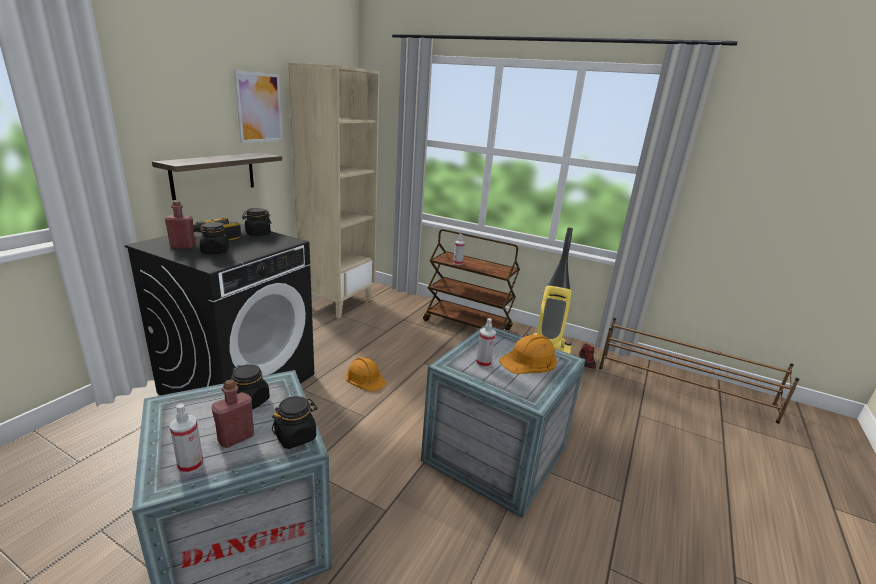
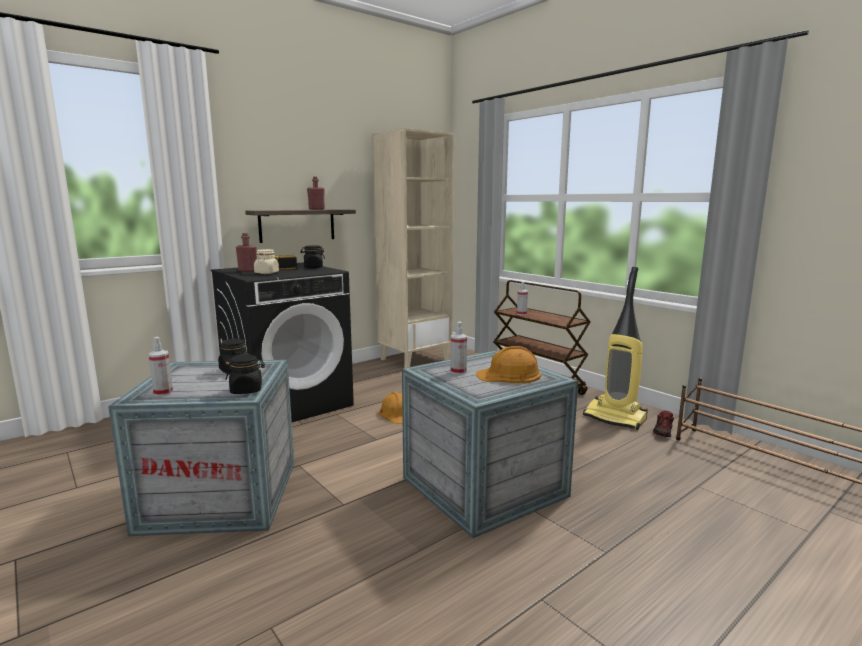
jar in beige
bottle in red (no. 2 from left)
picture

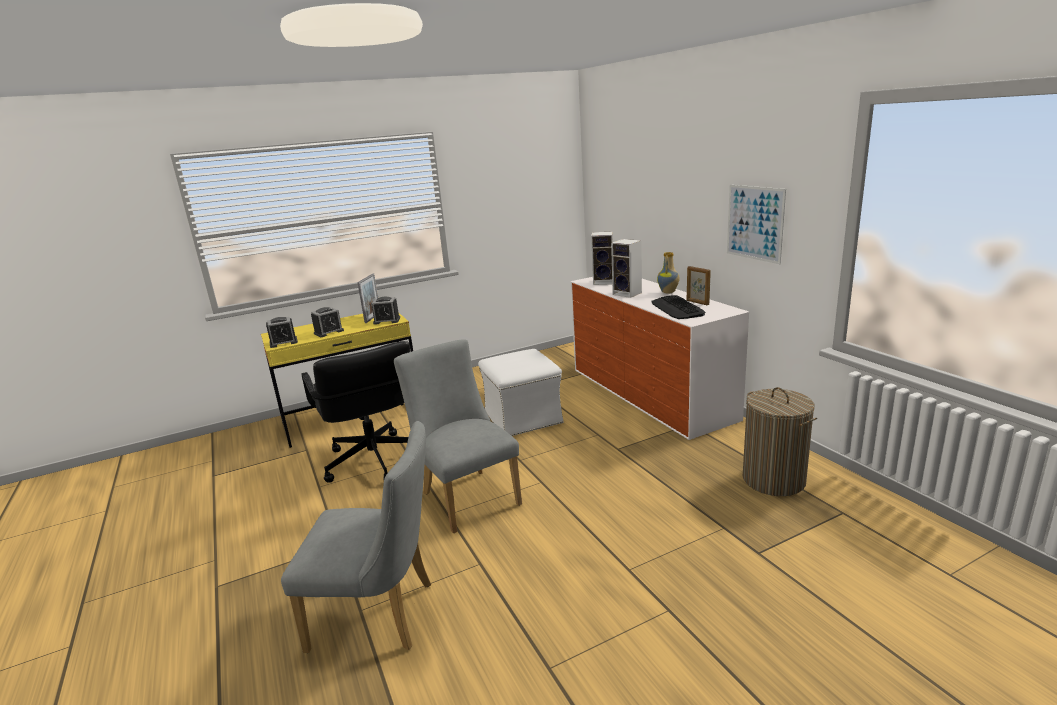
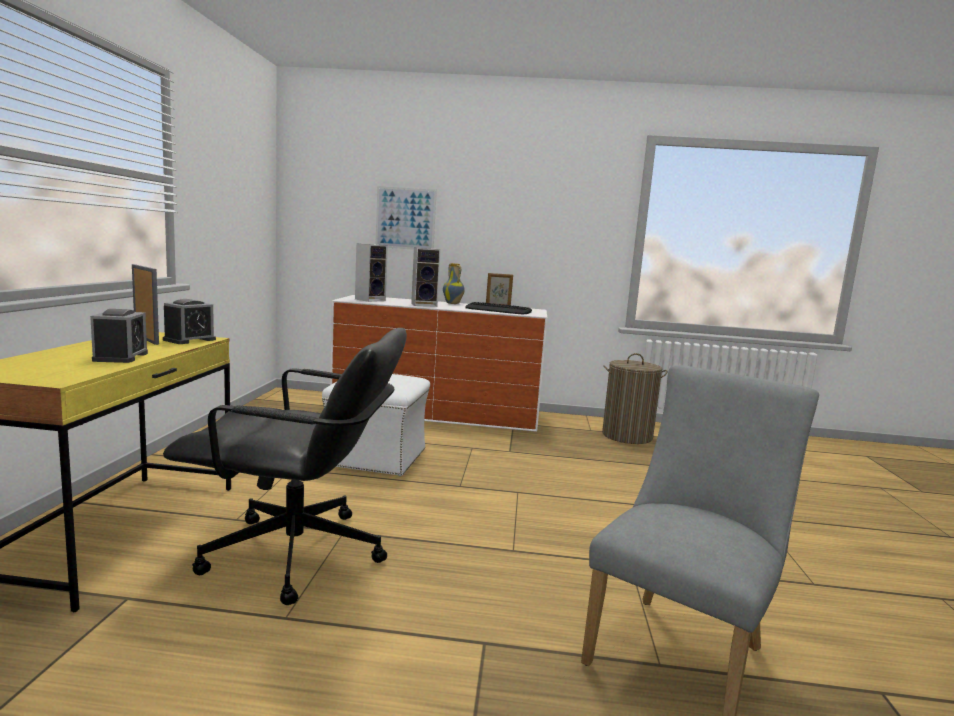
picture
alarm clock (no. 1 from left in the first image)
chair in grey (no. 2 from left in the first image)

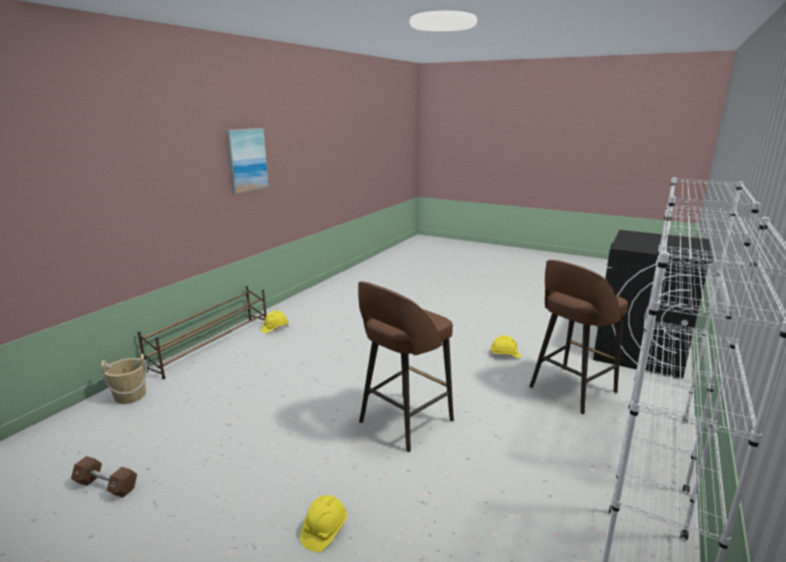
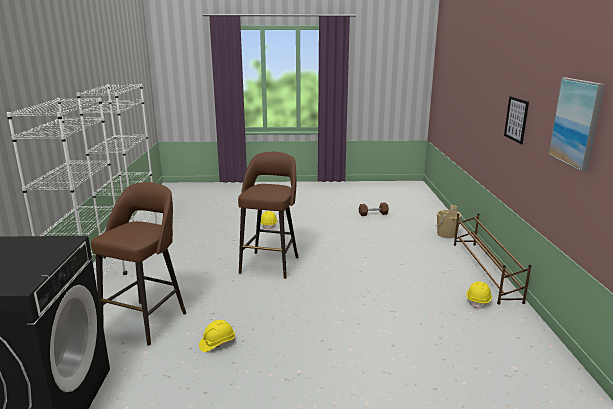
picture (no. 1 from left)

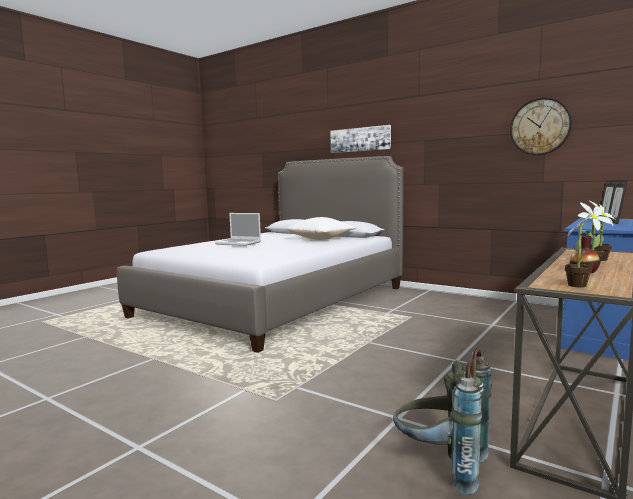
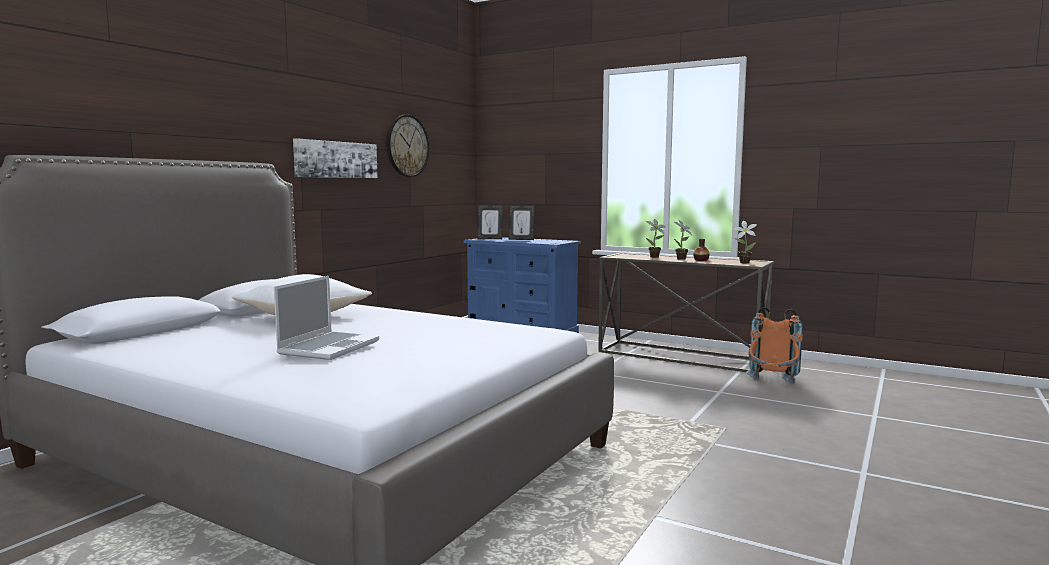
picture
backpack in orange

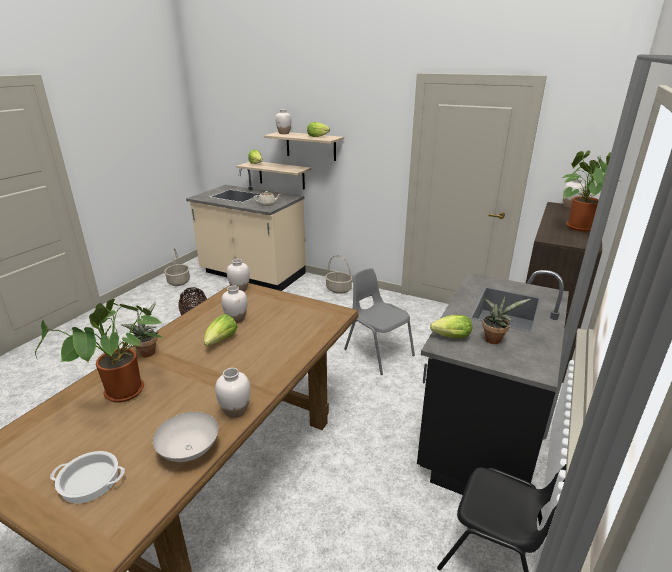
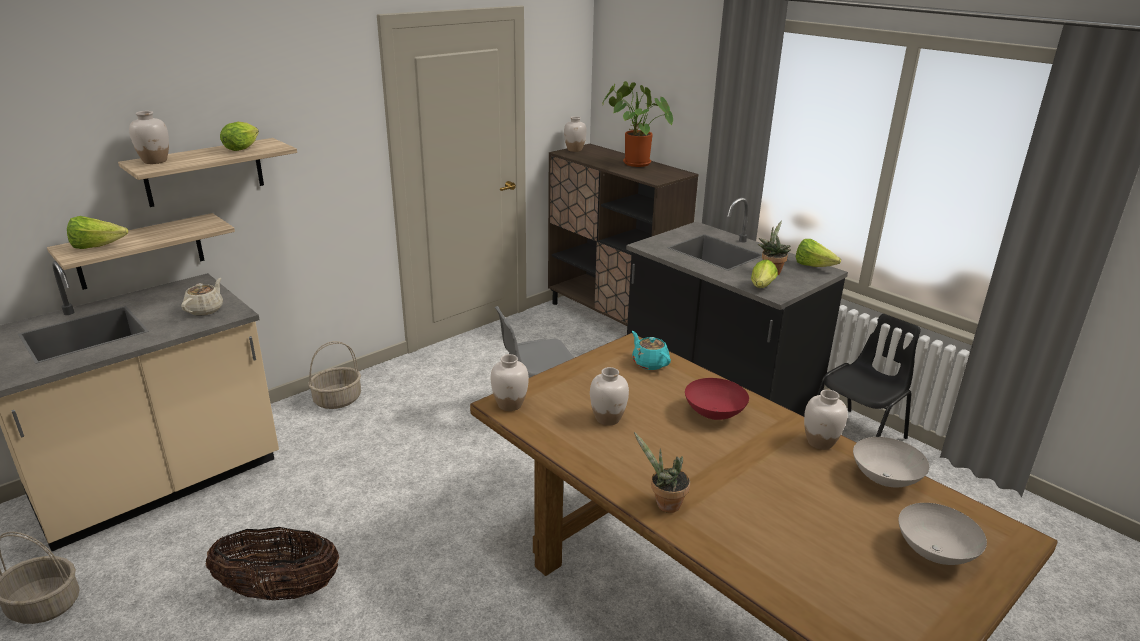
teapot in turquoise
bowl in red
lettuce (no. 4 from left)
bowl in white (no. 2 from left)
potted plant (no. 1 from left in the first image)

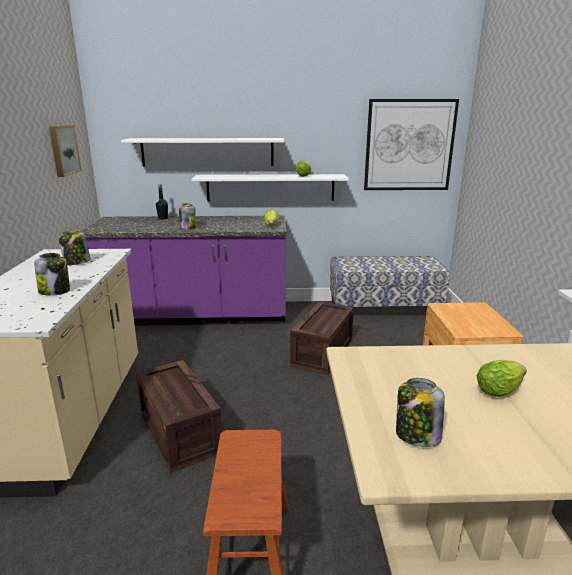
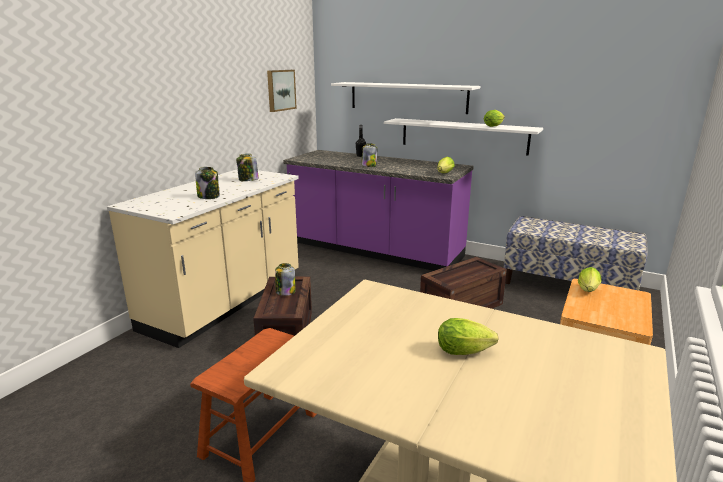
jar (no. 3 from left)
lettuce (no. 4 from left)
picture (no. 2 from left in the first image)

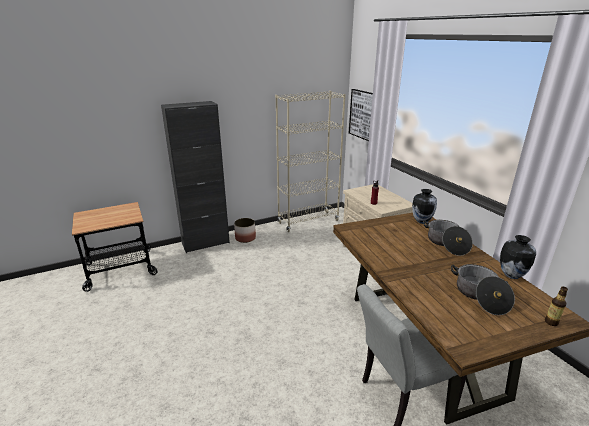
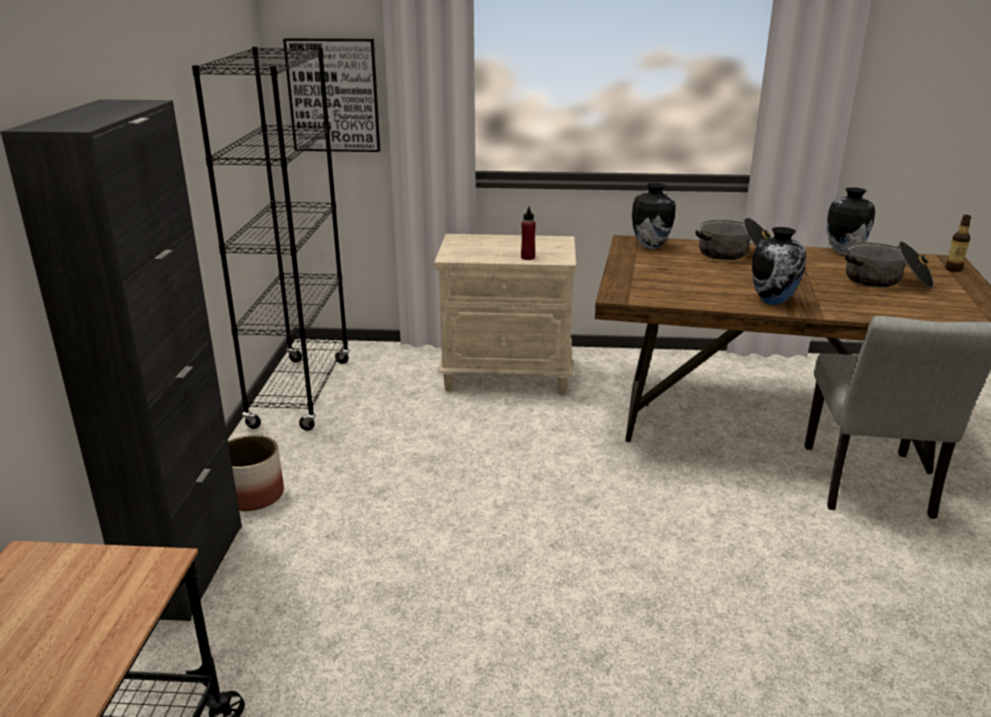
bookcase in black
vase (no. 2 from left)

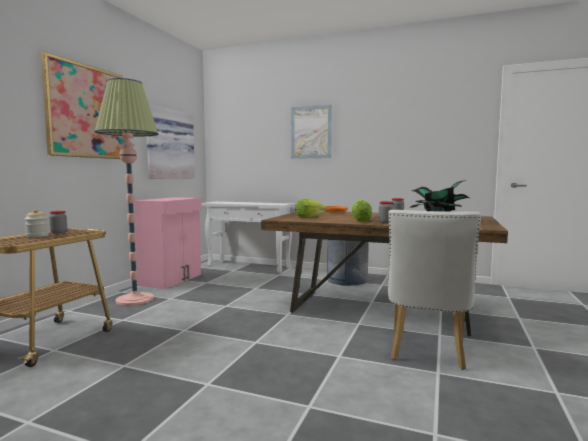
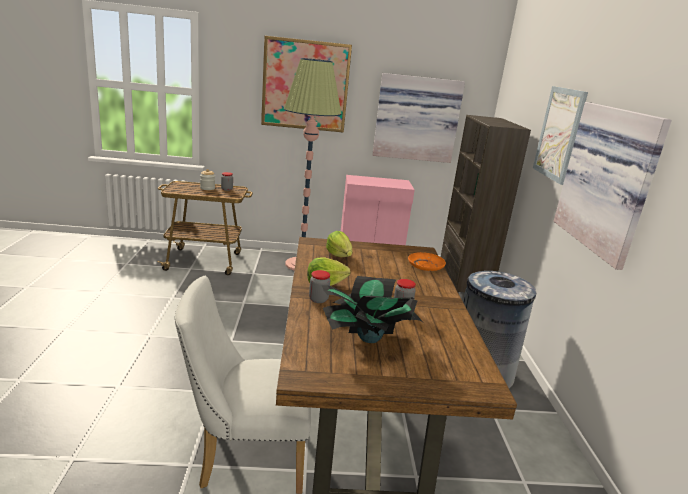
bookcase in brown
picture (no. 4 from left)

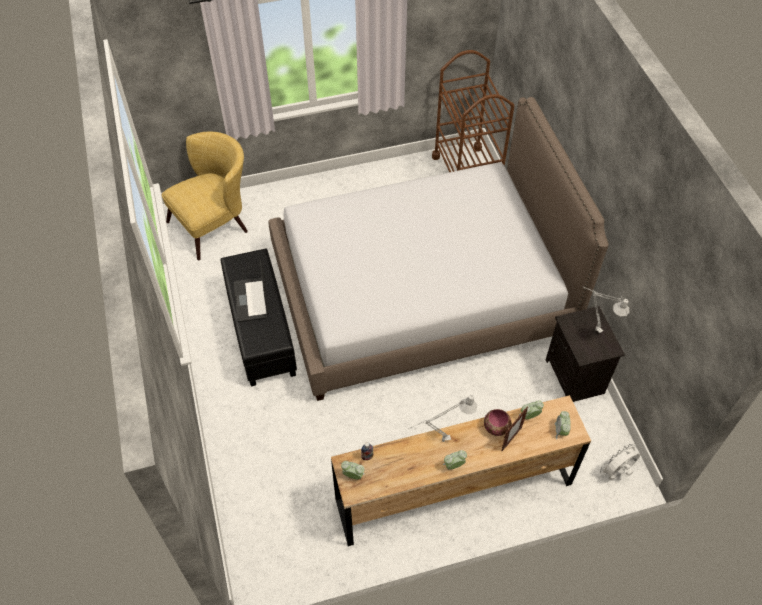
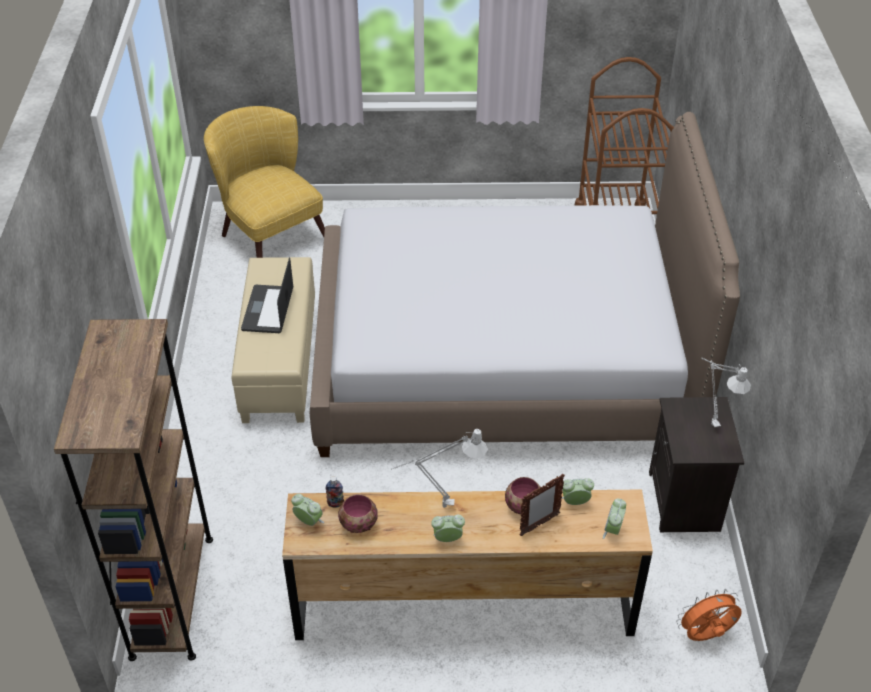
bookcase in brown
armchair in yellow
ottoman in beige
bowl (no. 1 from left)
fan in orange

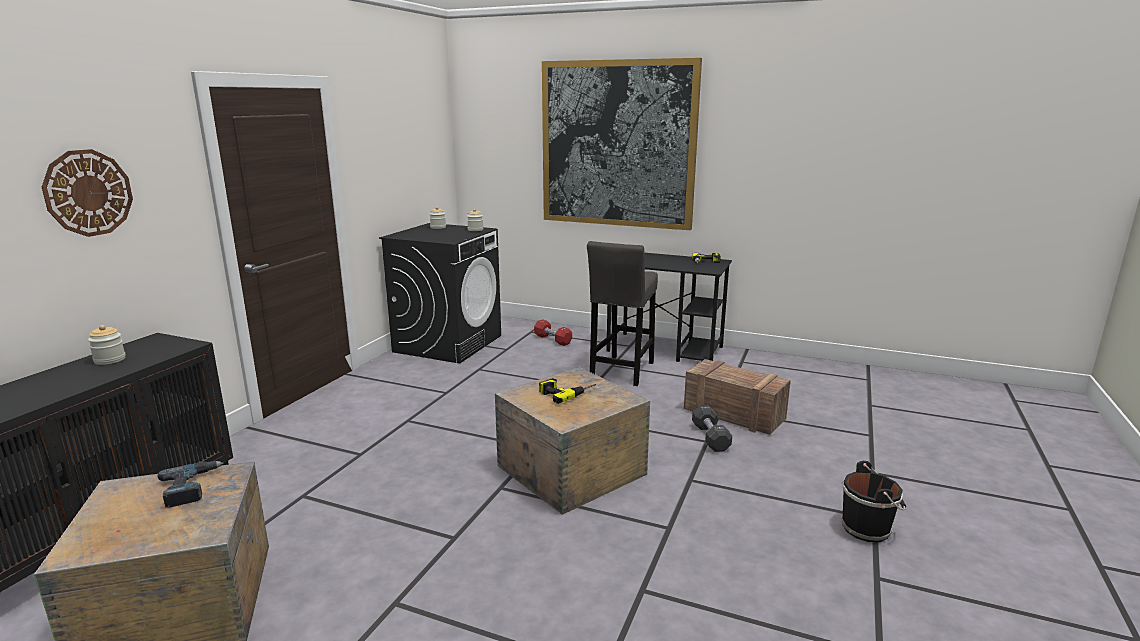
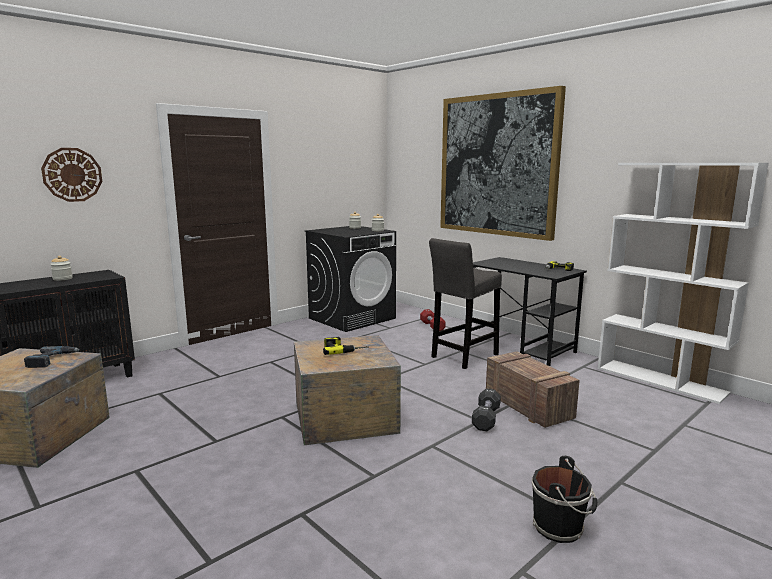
bookcase in white

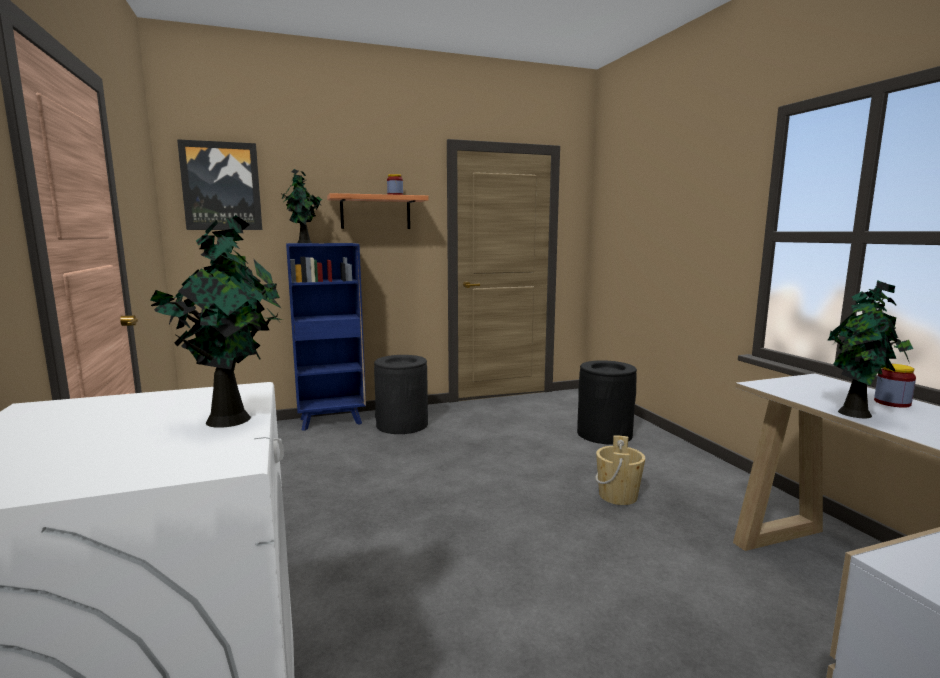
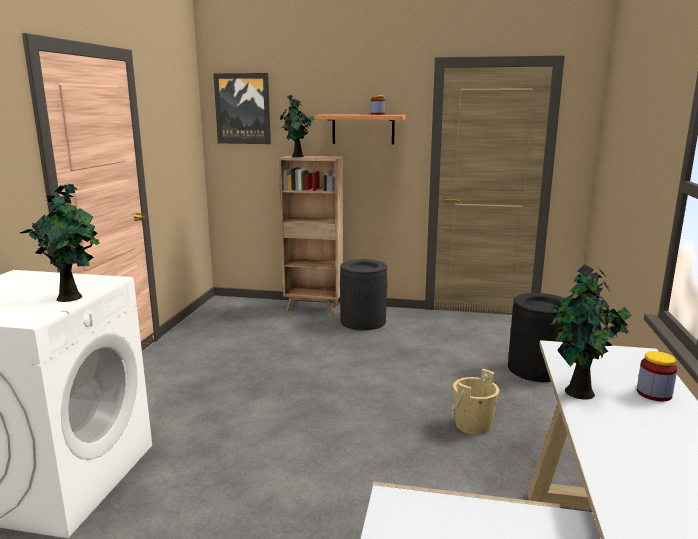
bookcase in brown

